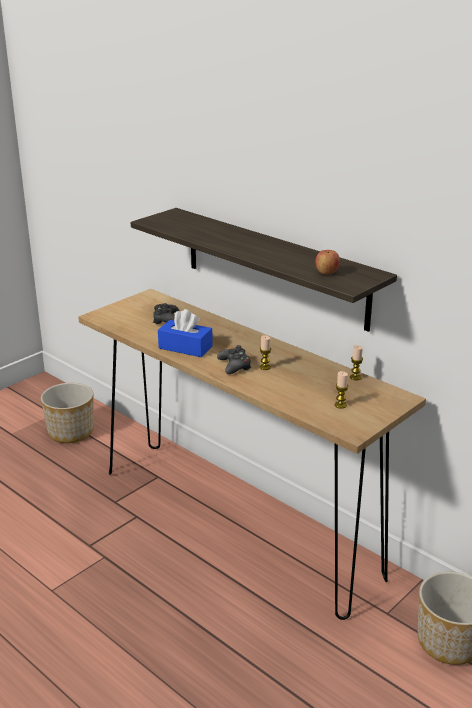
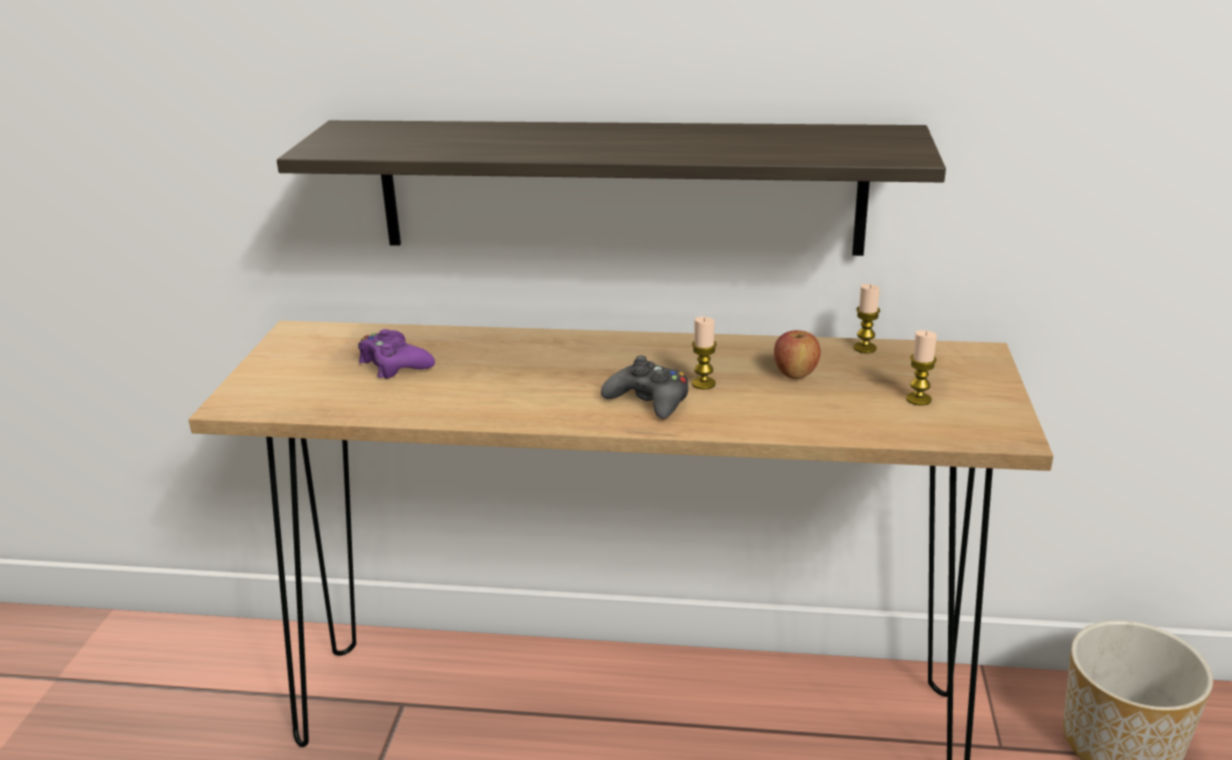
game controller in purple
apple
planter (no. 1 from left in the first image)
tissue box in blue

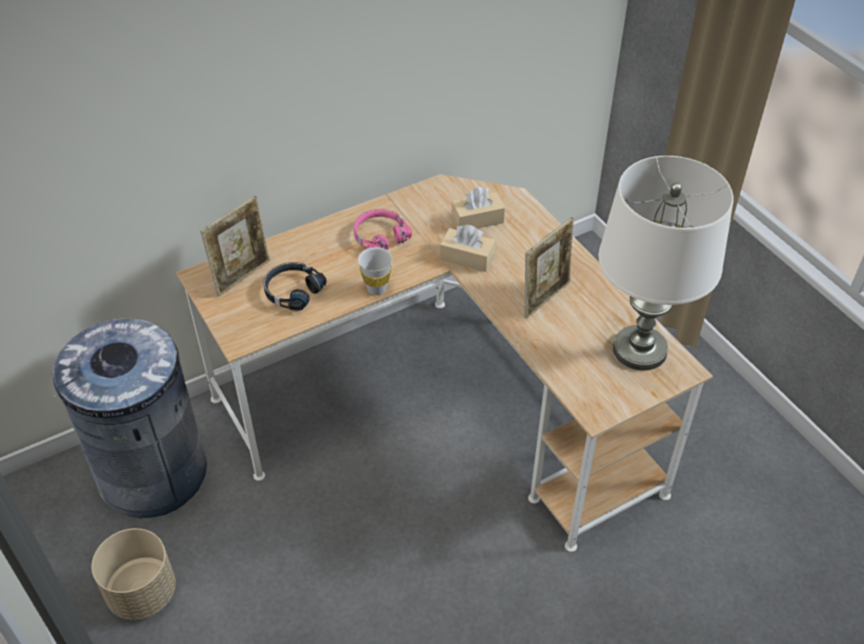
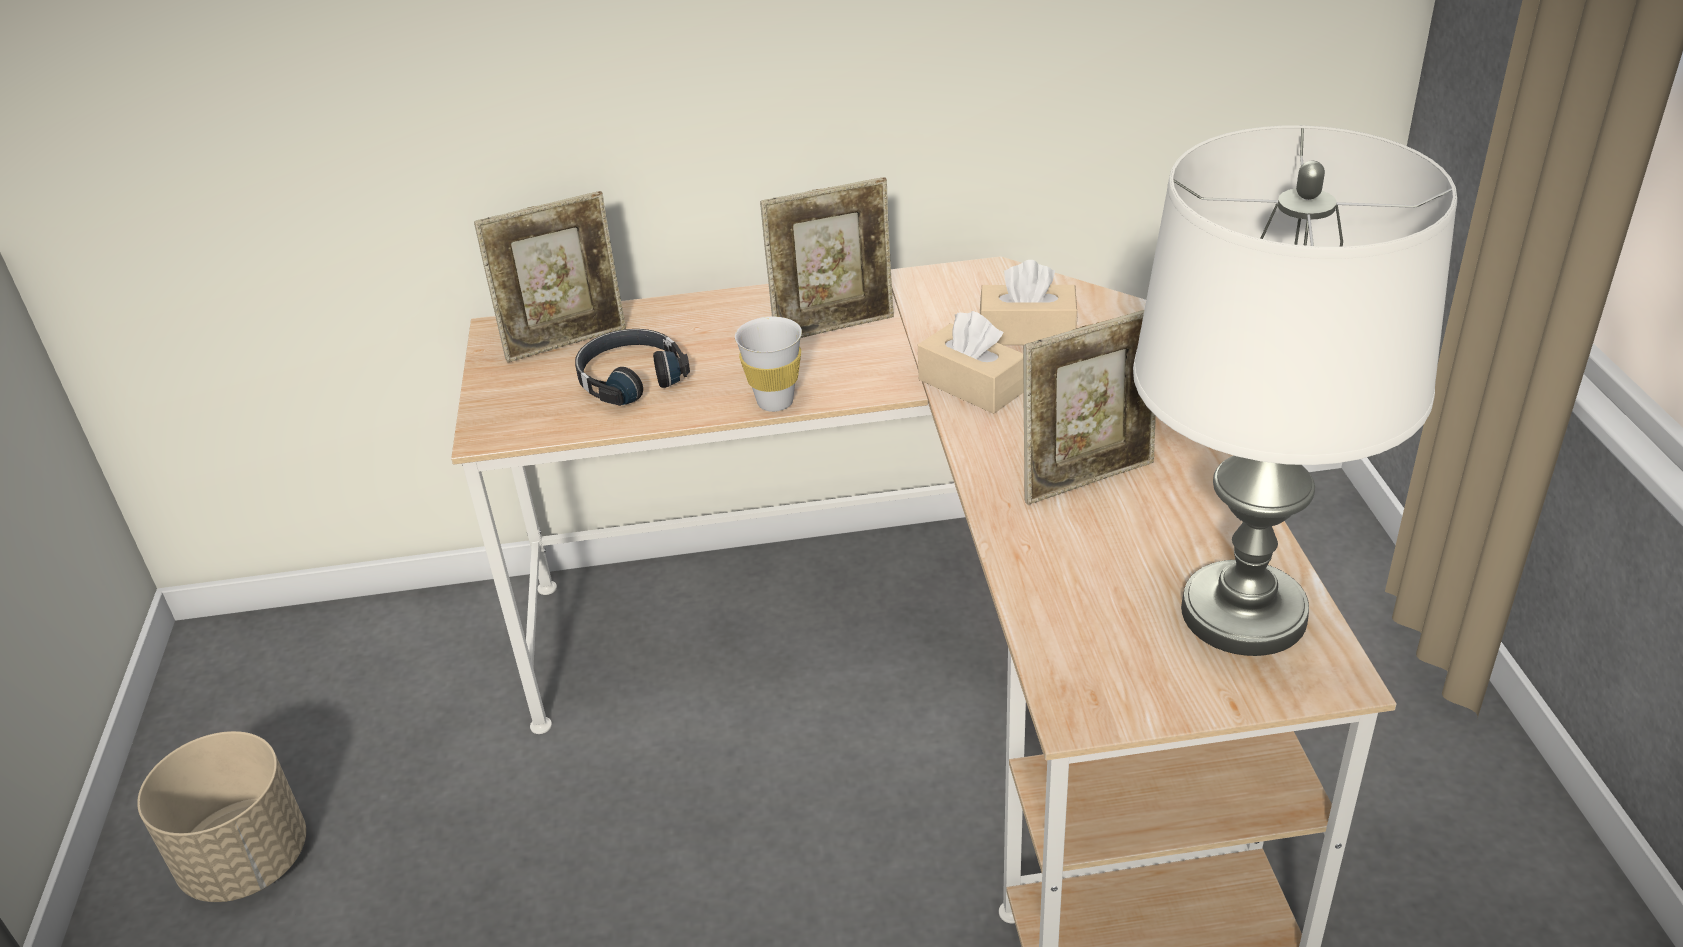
picture frame (no. 2 from left)
trash can in grey

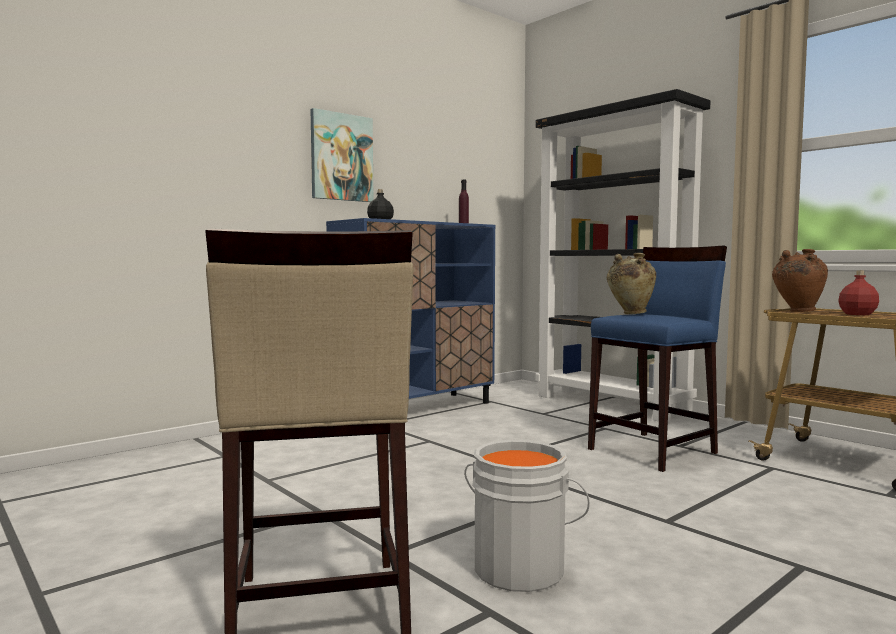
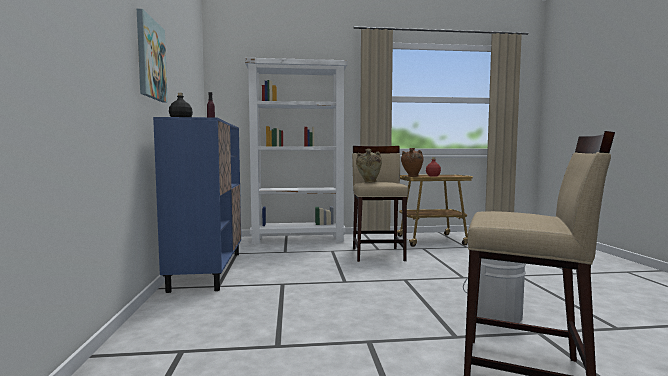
bookcase in white
stool in beige (no. 1 from left)

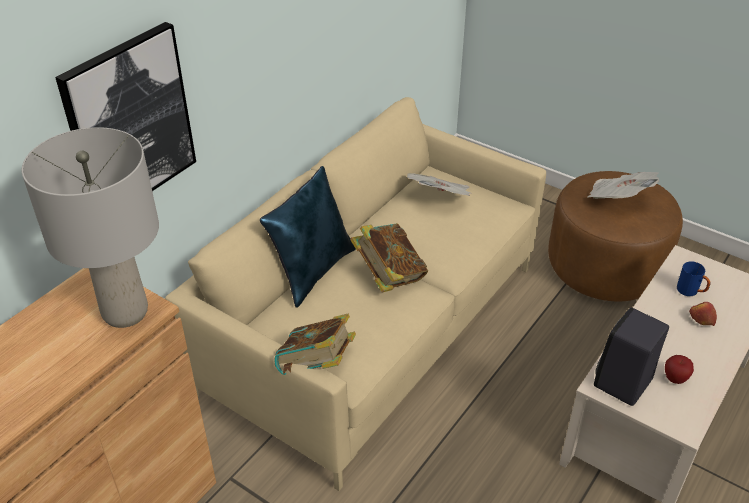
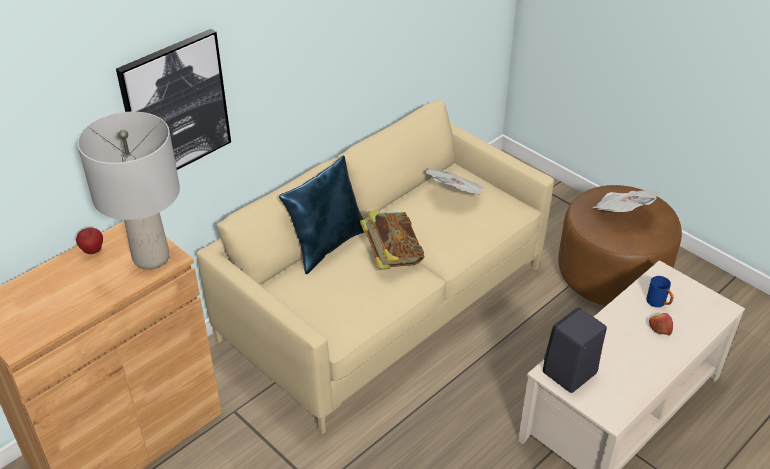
apple (no. 1 from left)
book (no. 1 from left in the first image)

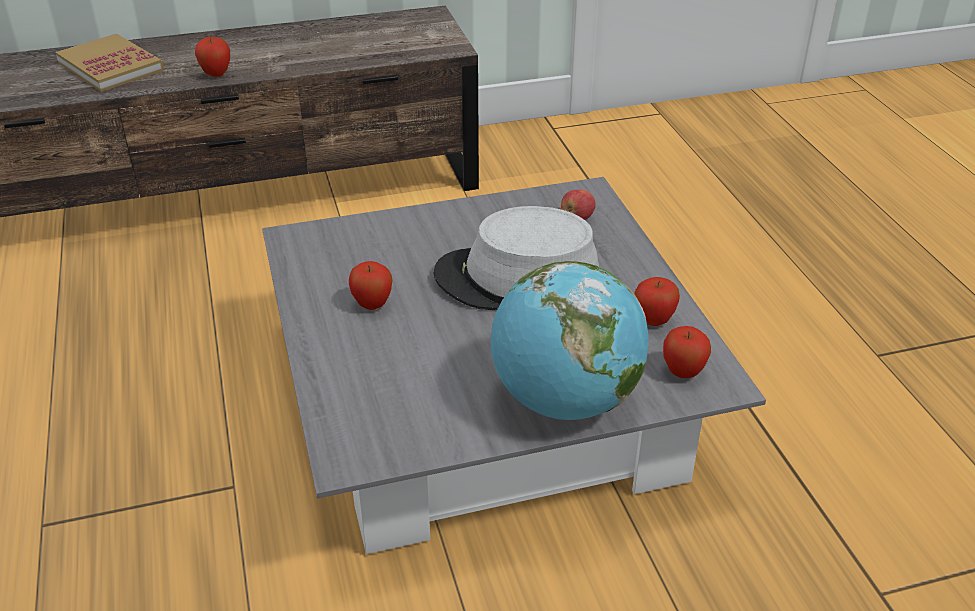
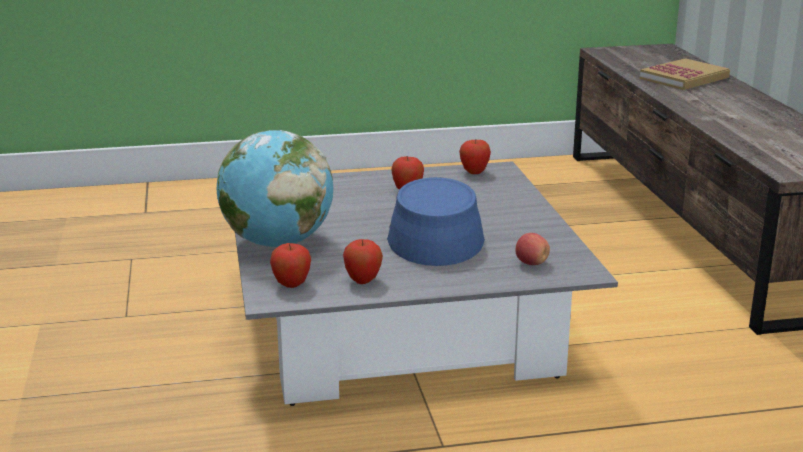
hat in blue
apple (no. 4 from left)

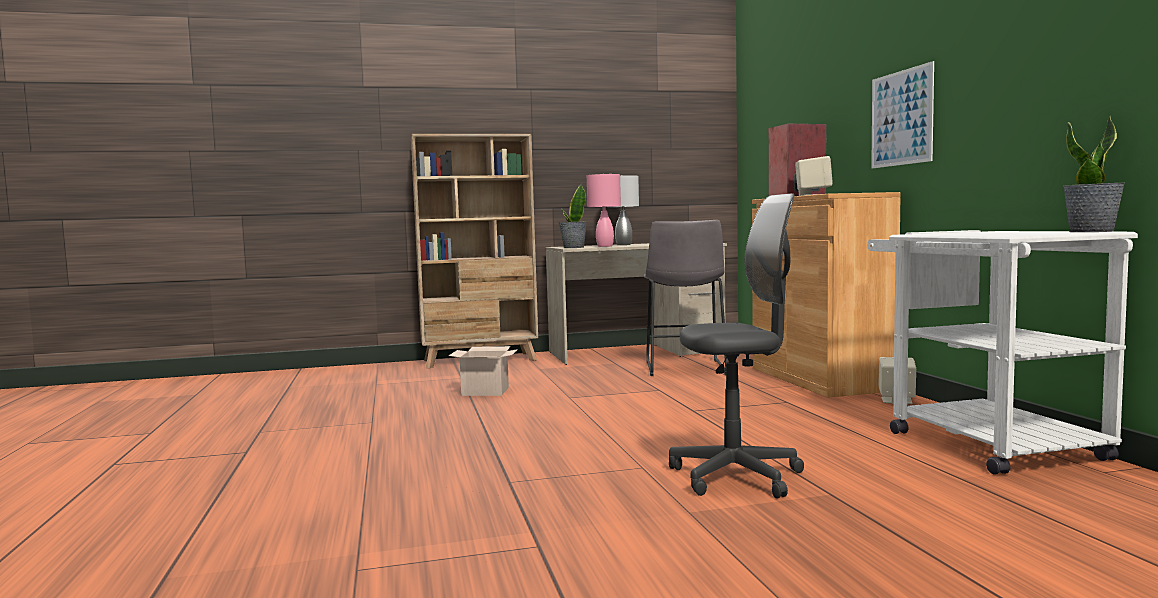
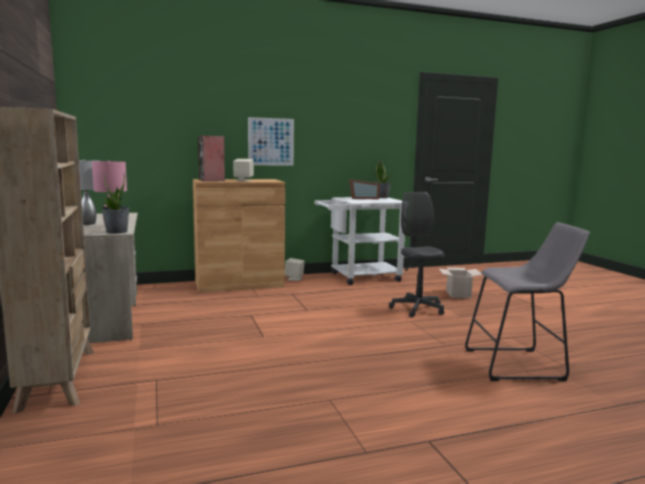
picture frame
cardboard box
stool in grey

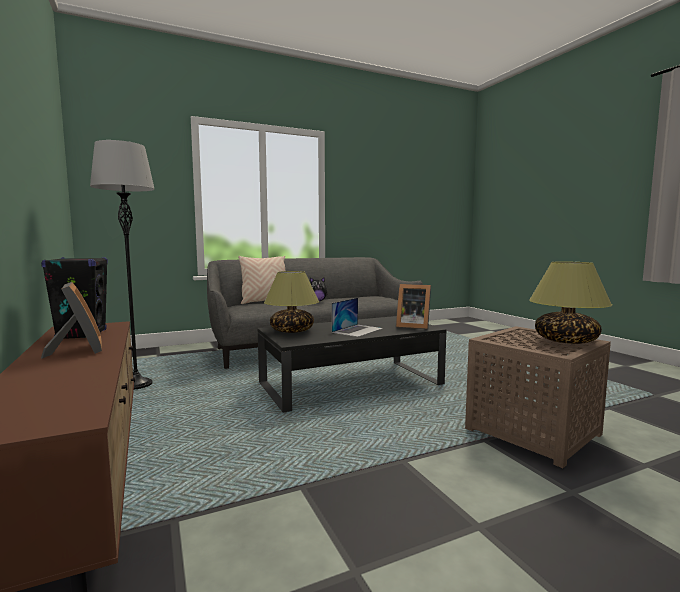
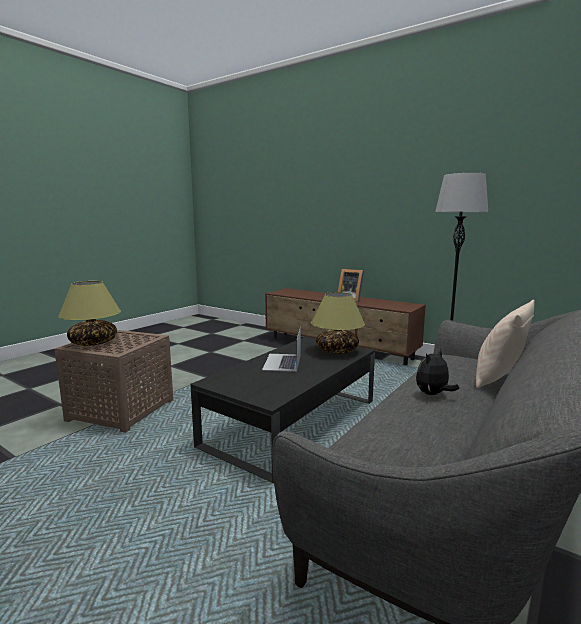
speaker in black
picture frame (no. 2 from left in the first image)

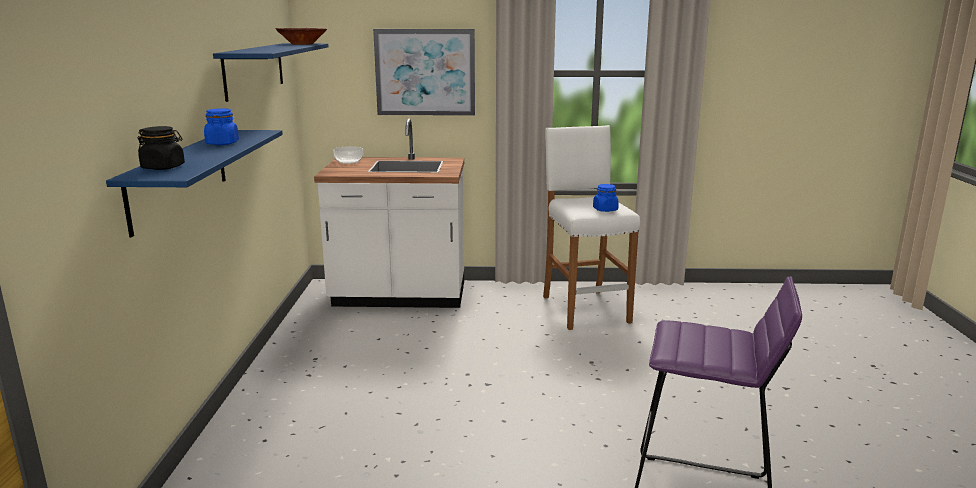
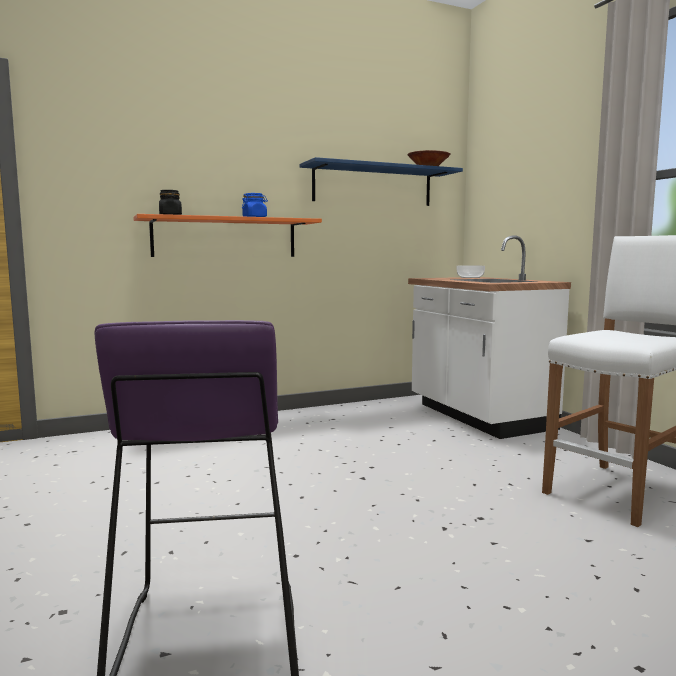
shelf in orange
picture
jar in blue (no. 2 from left in the first image)

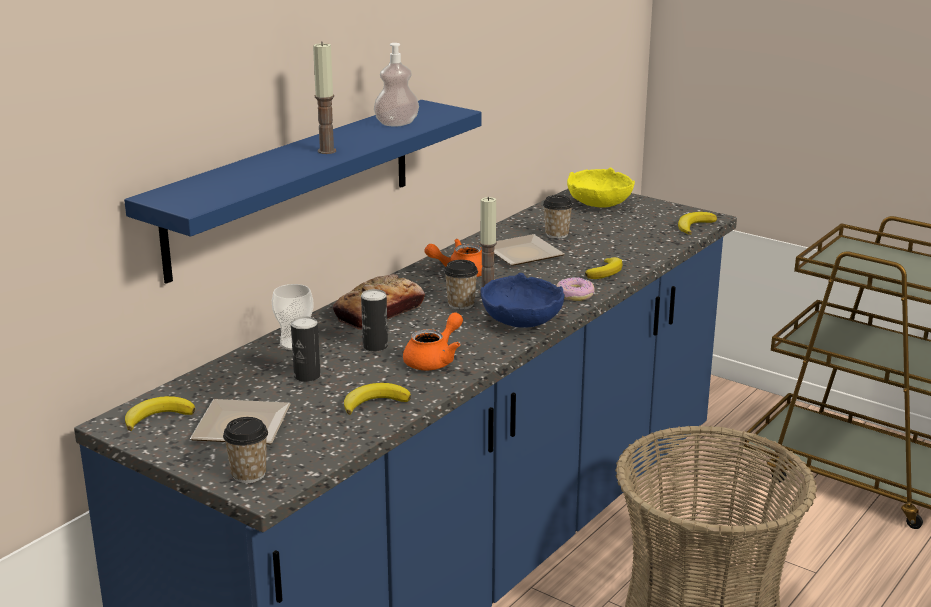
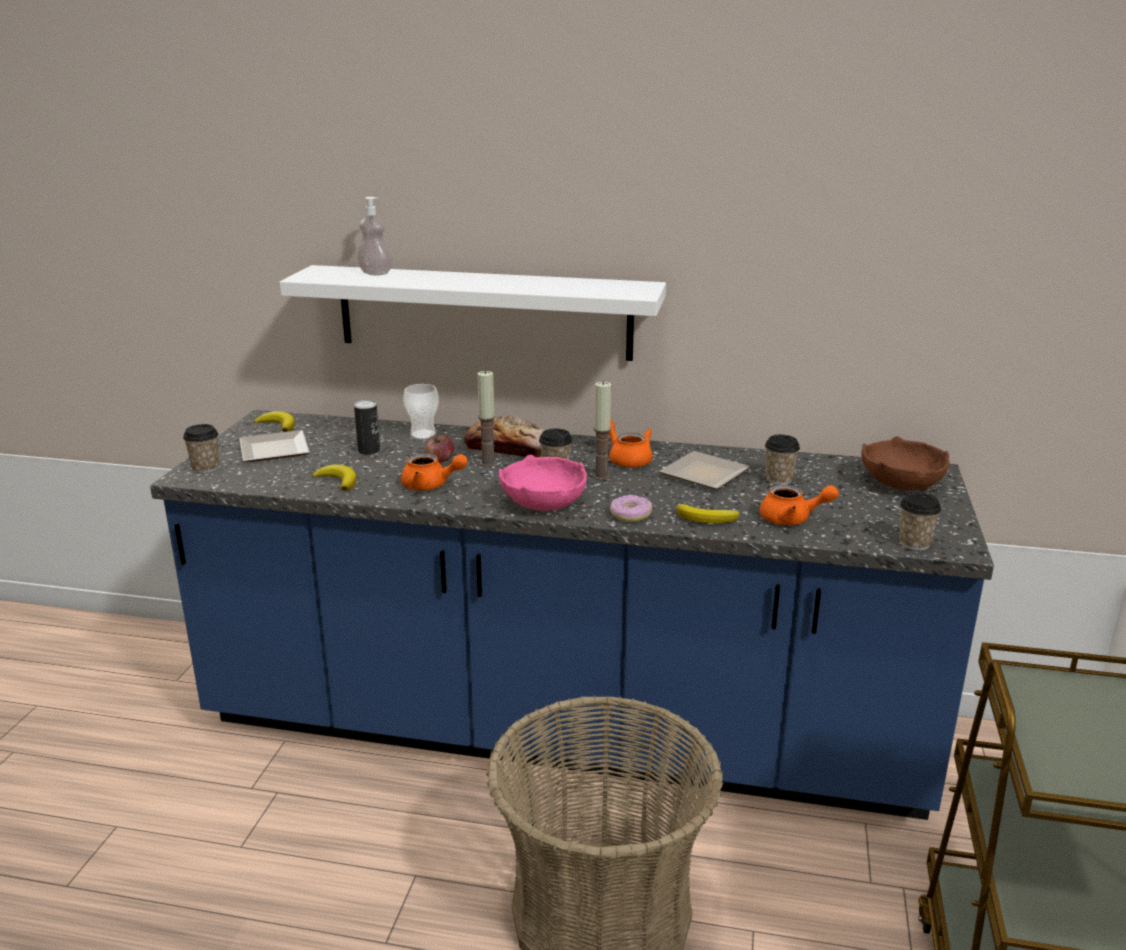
shelf in white
soap dispenser
apple
candle (no. 1 from left)
bowl in pink
teapot in orange (no. 3 from left)
bowl in brown
cup (no. 5 from left)

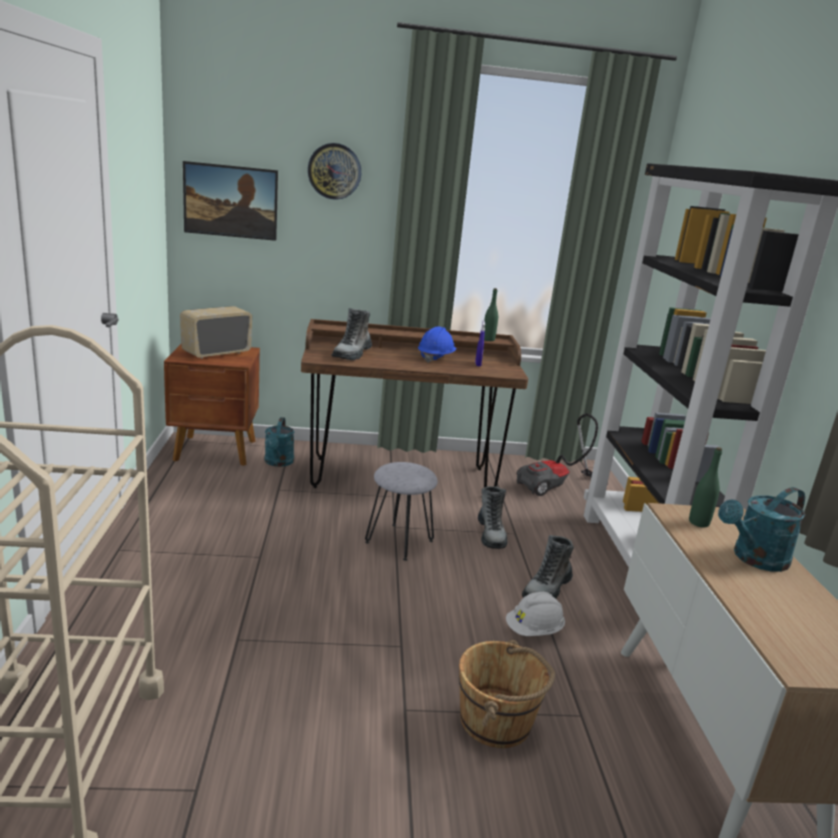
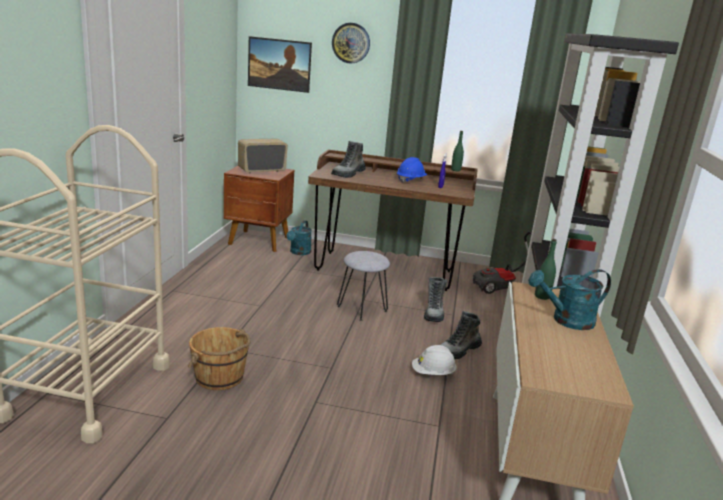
bucket in brown

